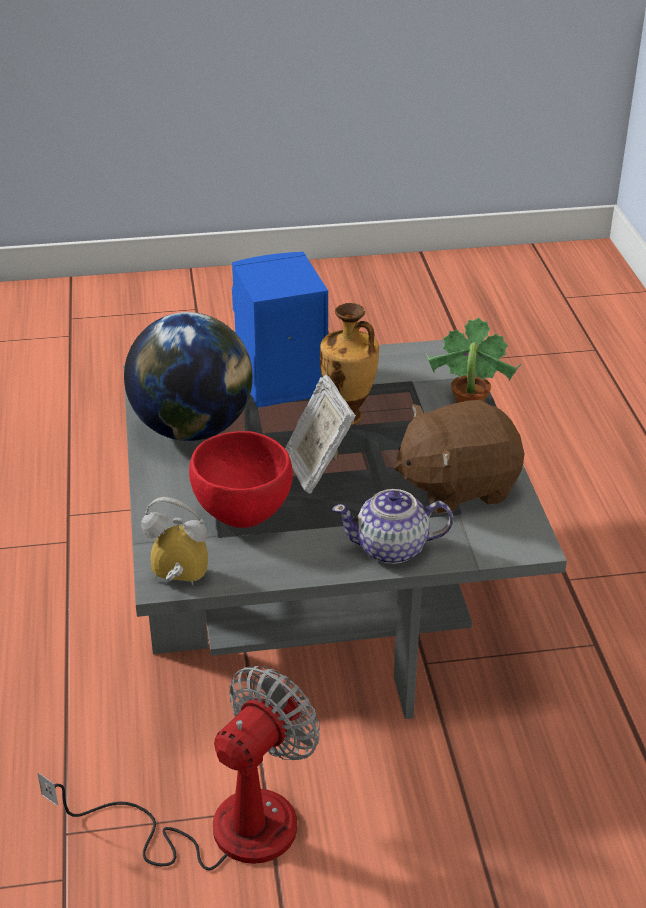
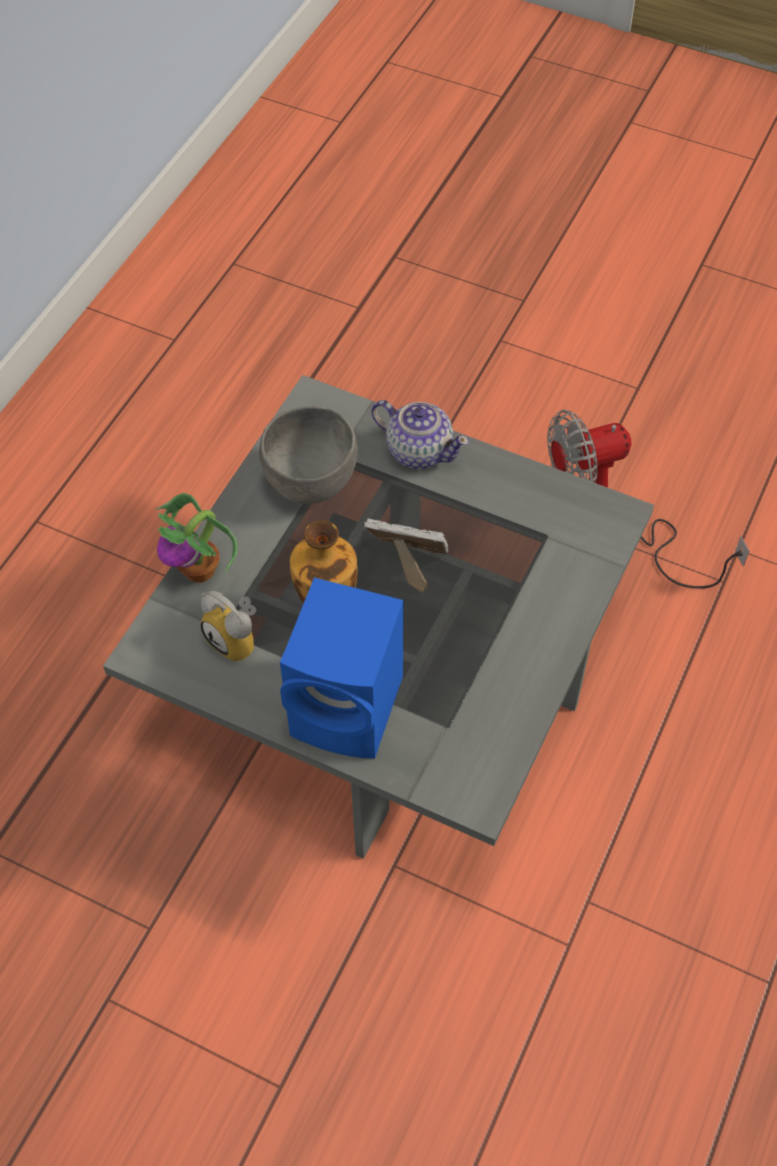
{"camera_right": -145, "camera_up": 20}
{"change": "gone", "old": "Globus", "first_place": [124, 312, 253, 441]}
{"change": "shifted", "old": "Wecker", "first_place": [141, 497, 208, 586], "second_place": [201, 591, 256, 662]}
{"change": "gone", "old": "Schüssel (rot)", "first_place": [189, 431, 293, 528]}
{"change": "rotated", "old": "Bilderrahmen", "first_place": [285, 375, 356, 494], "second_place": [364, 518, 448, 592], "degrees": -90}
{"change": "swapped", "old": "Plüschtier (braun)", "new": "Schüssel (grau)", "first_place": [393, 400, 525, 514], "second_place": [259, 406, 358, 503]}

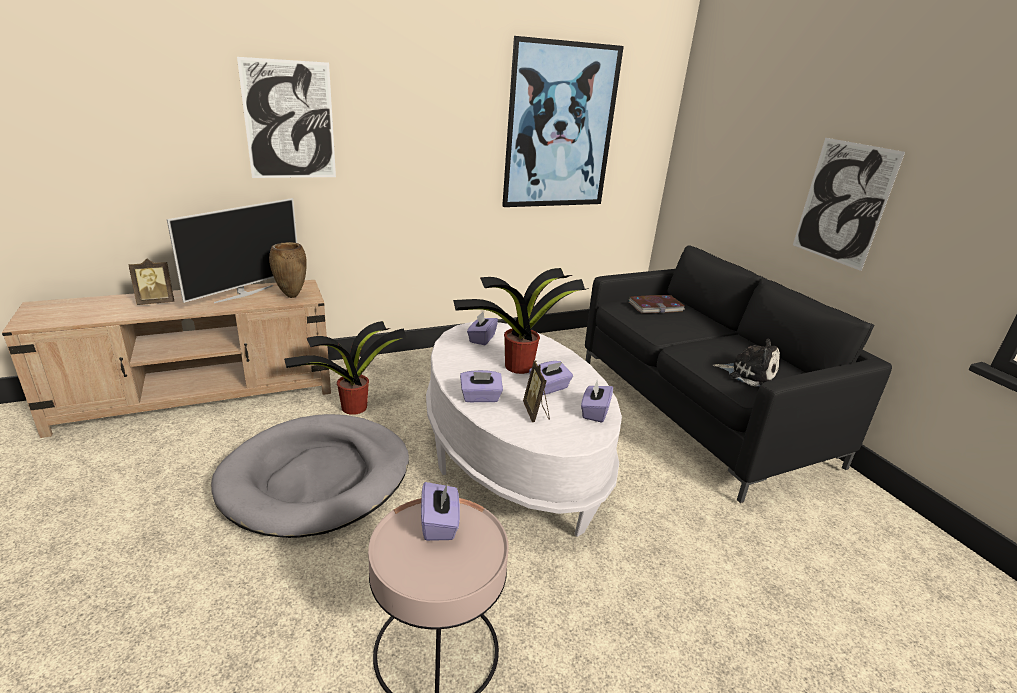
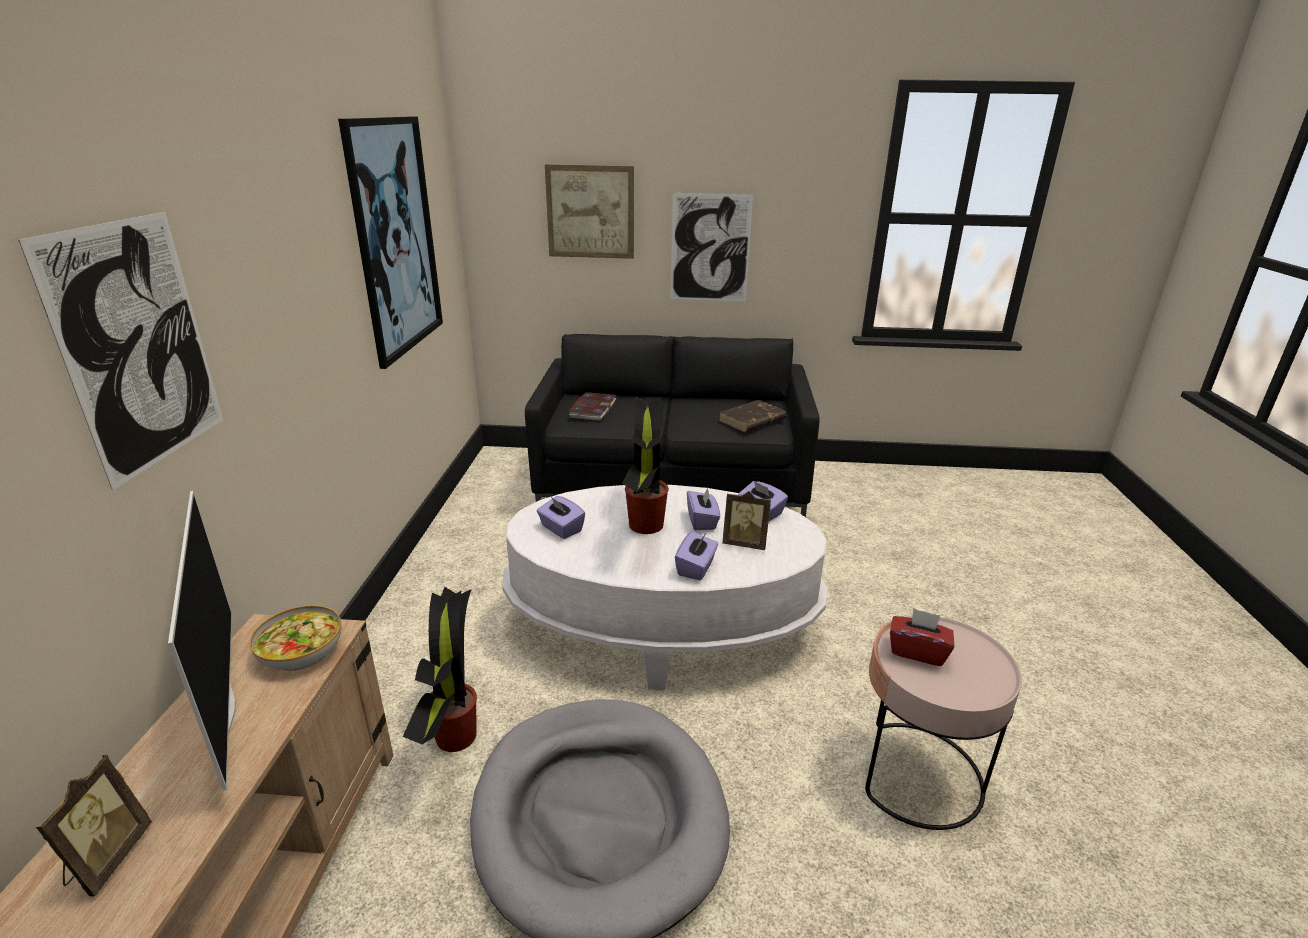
{"camera_right": -60, "camera_up": 0}
{"change": "swapped", "old": "Vase (braun)", "new": "Schüssel", "first_place": [269, 242, 307, 298], "second_place": [250, 605, 341, 671]}
{"change": "repainted", "old": "Taschentuchbox (lila)", "new": "Taschentuchbox (rot)", "first_place": [421, 482, 460, 541], "second_place": [890, 608, 954, 666]}
{"change": "swapped", "old": "Plüschtier", "new": "Buch (braun)", "first_place": [713, 339, 780, 387], "second_place": [718, 400, 787, 432]}
{"change": "new", "new": "Bild", "second_place": [545, 164, 634, 259]}

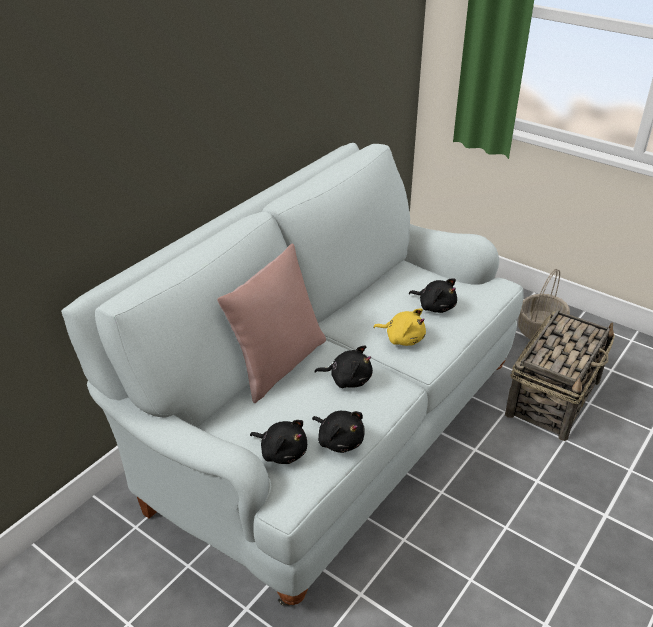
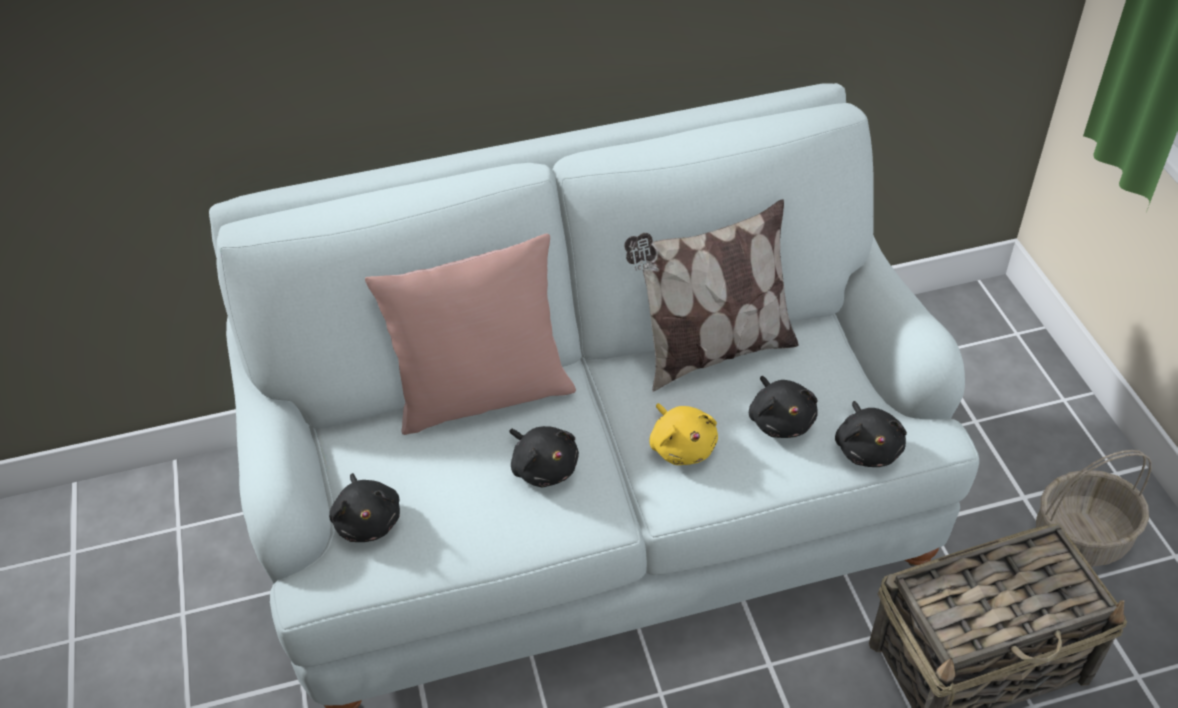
{"camera_right": 40, "camera_up": 10}
{"change": "shifted", "old": "Plüschtier (schwarz)", "first_place": [312, 411, 365, 453], "second_place": [835, 401, 907, 467]}
{"change": "new", "new": "Kissen", "second_place": [624, 199, 799, 392]}

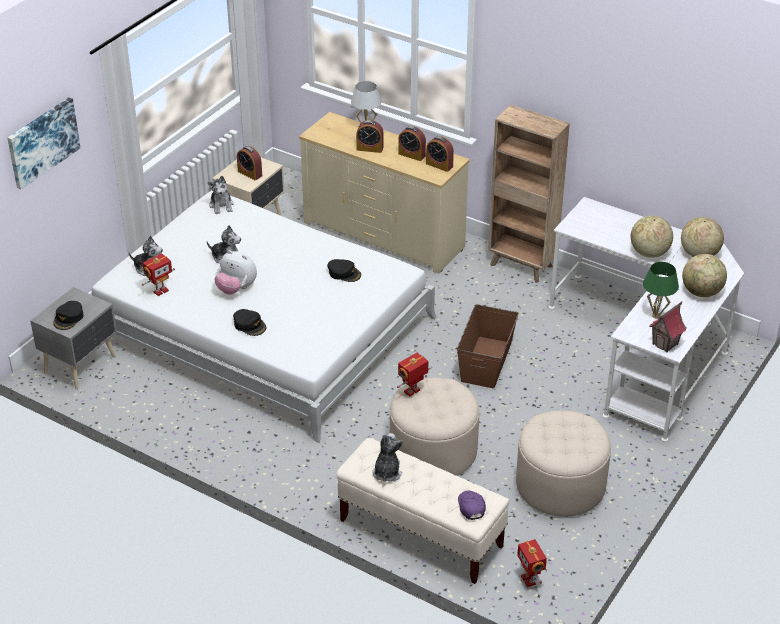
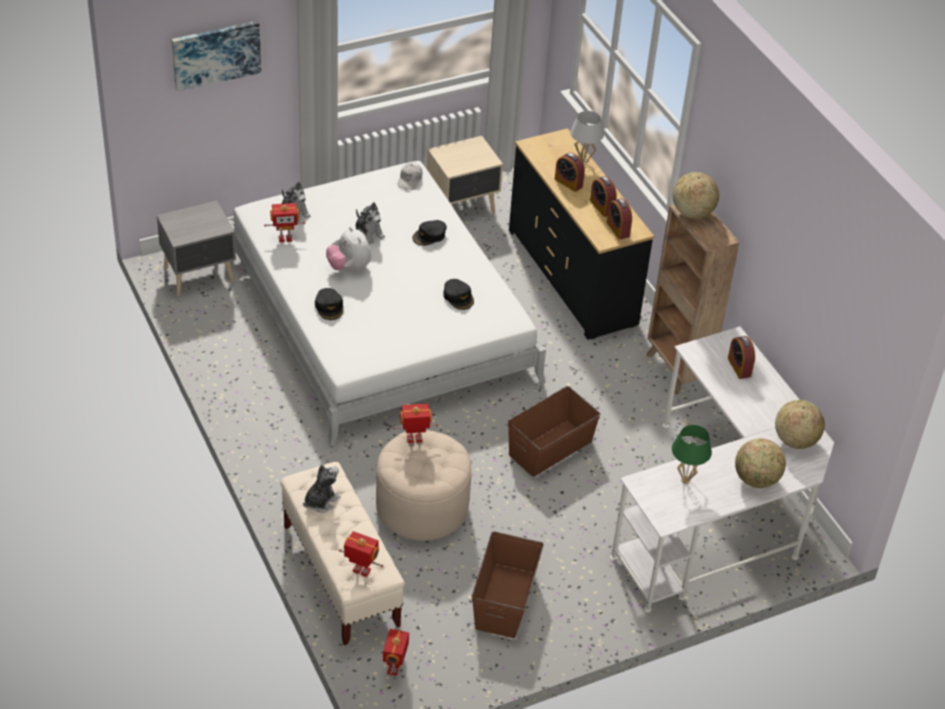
{"camera_right": 30, "camera_up": 5}
{"change": "shifted", "old": "Kappe (schwarz)", "first_place": [53, 301, 84, 330], "second_place": [412, 220, 447, 246]}
{"change": "swapped", "old": "Plüschtier", "new": "Kappe (weiß)", "first_place": [208, 176, 234, 214], "second_place": [397, 163, 422, 190]}
{"change": "shifted", "old": "Wecker", "first_place": [237, 146, 262, 180], "second_place": [728, 336, 755, 379]}
{"change": "repainted", "old": "Kommode (beige)", "new": "Kommode (schwarz)", "first_place": [299, 112, 470, 274], "second_place": [509, 128, 654, 340]}
{"change": "swapped", "old": "Kappe (lila)", "new": "Spielzeugroboter", "first_place": [458, 491, 486, 520], "second_place": [339, 531, 383, 577]}
{"change": "swapped", "old": "Polsterhocker (beige)", "new": "Aufbewahrungsbox (braun)", "first_place": [516, 411, 611, 517], "second_place": [471, 531, 544, 638]}
{"change": "shifted", "old": "Globus", "first_place": [631, 215, 673, 258], "second_place": [673, 172, 719, 219]}
{"change": "gone", "old": "Spielzeughaus", "first_place": [649, 302, 687, 352]}

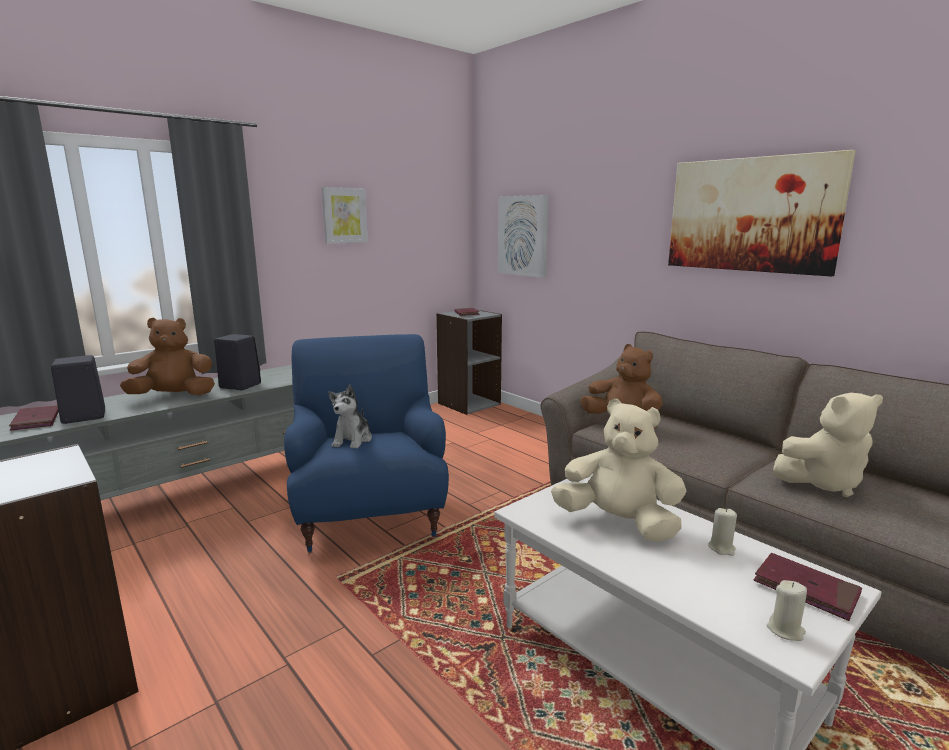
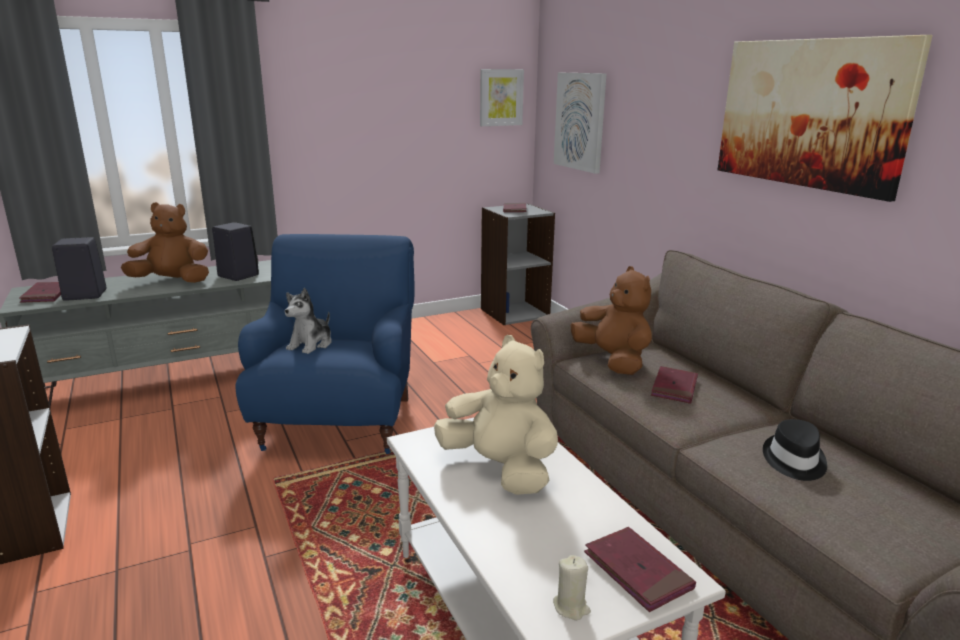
{"camera_right": 15, "camera_up": 5}
{"change": "shifted", "old": "Bild", "first_place": [321, 187, 368, 244], "second_place": [480, 69, 524, 126]}
{"change": "gone", "old": "Kerze (beige)", "first_place": [708, 508, 737, 556]}
{"change": "swapped", "old": "Plüschtier (beige)", "new": "Hut (schwarz)", "first_place": [773, 393, 883, 498], "second_place": [763, 419, 827, 481]}
{"change": "new", "new": "Buch (rot)", "second_place": [651, 366, 698, 403]}

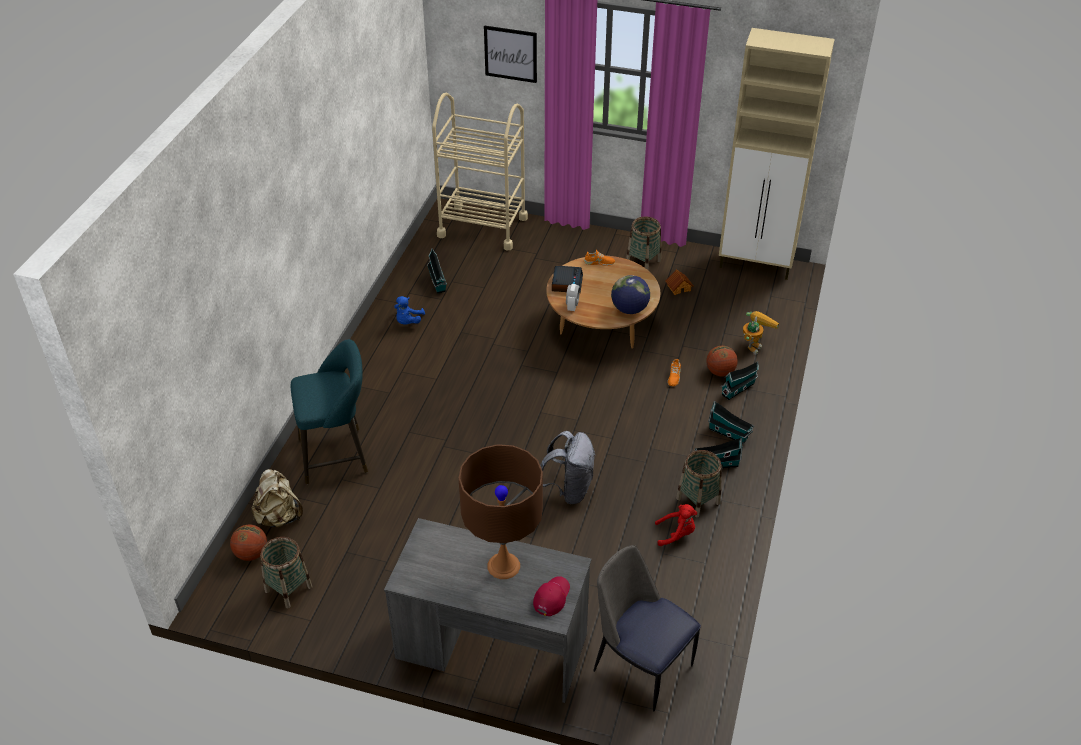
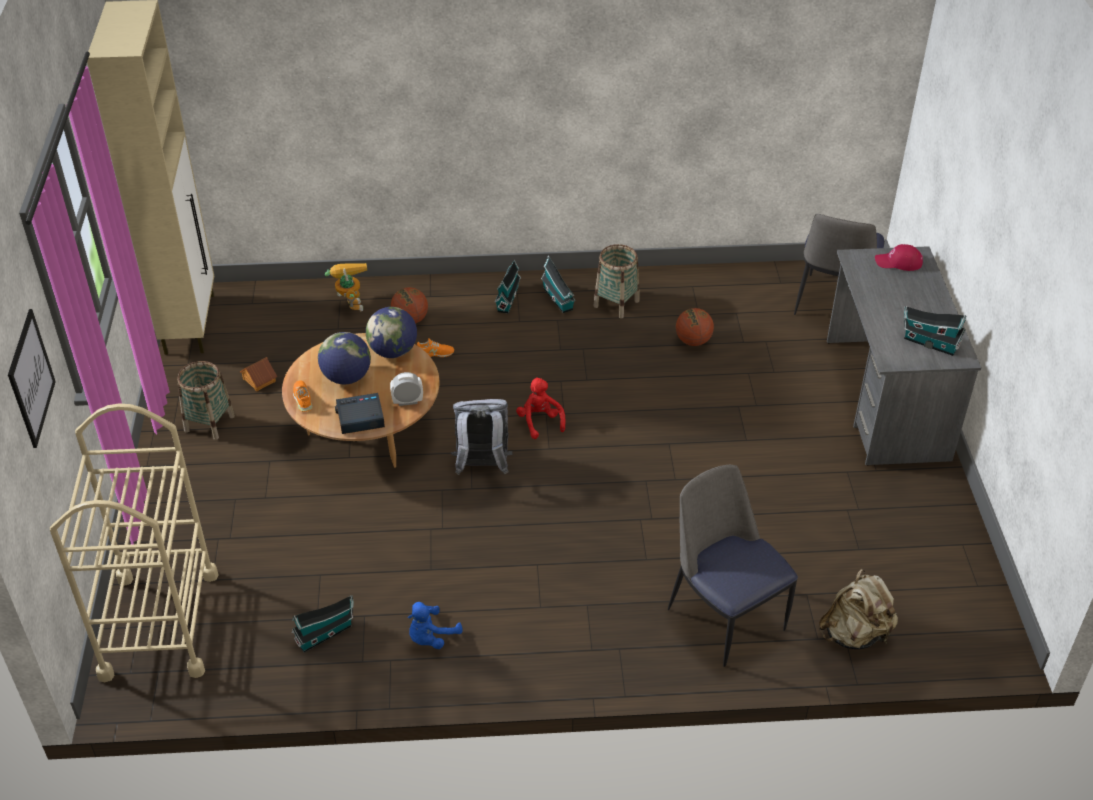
{"camera_right": -110, "camera_up": 0}
{"change": "shifted", "old": "Basketball", "first_place": [230, 525, 267, 561], "second_place": [676, 308, 714, 346]}
{"change": "gone", "old": "Korb", "first_place": [260, 537, 313, 608]}
{"change": "swapped", "old": "Hocker (türkis)", "new": "Stuhl", "first_place": [290, 339, 368, 484], "second_place": [668, 465, 798, 667]}
{"change": "rotated", "old": "Plüschtier (blau)", "first_place": [394, 296, 425, 325], "second_place": [408, 602, 463, 649], "degrees": 135}
{"change": "gone", "old": "Tischlampe (braun)", "first_place": [458, 444, 543, 579]}
{"change": "shifted", "old": "Rucksack (grau)", "first_place": [540, 431, 595, 504], "second_place": [451, 399, 512, 475]}
{"change": "shifted", "old": "Plüschtier (rot)", "first_place": [655, 504, 697, 546], "second_place": [516, 377, 565, 439]}
{"change": "shifted", "old": "Spielzeughaus", "first_place": [721, 361, 759, 400], "second_place": [903, 306, 966, 356]}
{"change": "rotated", "old": "Spielzeugroboter", "first_place": [743, 311, 779, 355], "second_place": [325, 263, 367, 311], "degrees": 60}
{"change": "new", "new": "Globus", "second_place": [318, 332, 371, 385]}

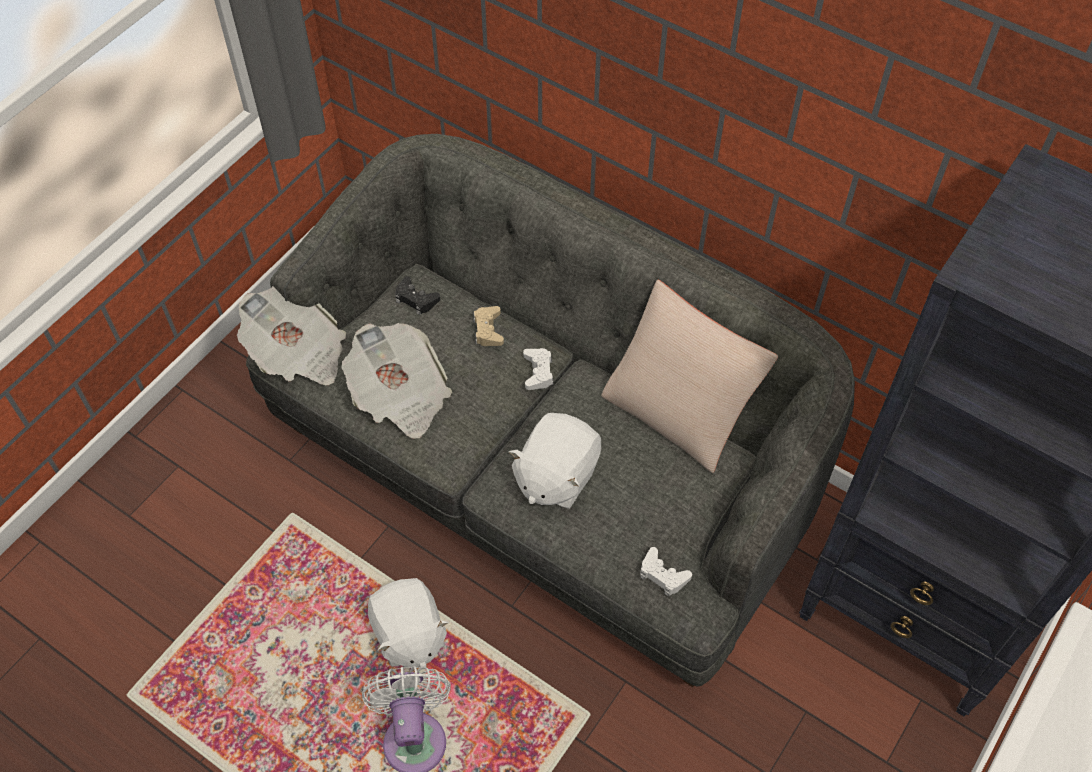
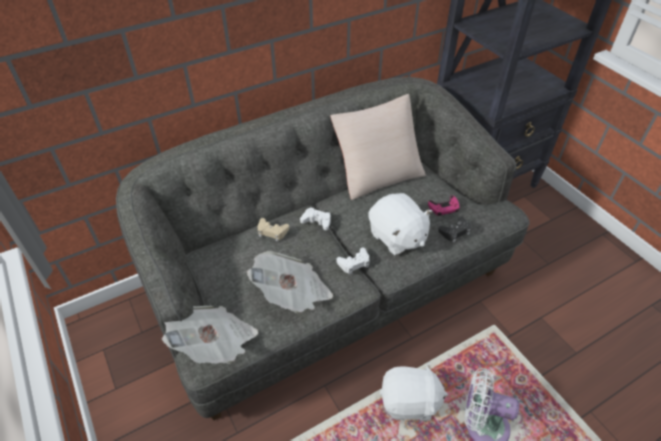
{"camera_right": -65, "camera_up": -10}
{"change": "shifted", "old": "Gamepad (schwarz)", "first_place": [395, 276, 440, 315], "second_place": [438, 217, 471, 242]}
{"change": "shifted", "old": "Gamepad (weiß)", "first_place": [640, 547, 692, 596], "second_place": [336, 248, 370, 275]}
{"change": "new", "new": "Gamepad (rosa)", "second_place": [428, 196, 459, 216]}

